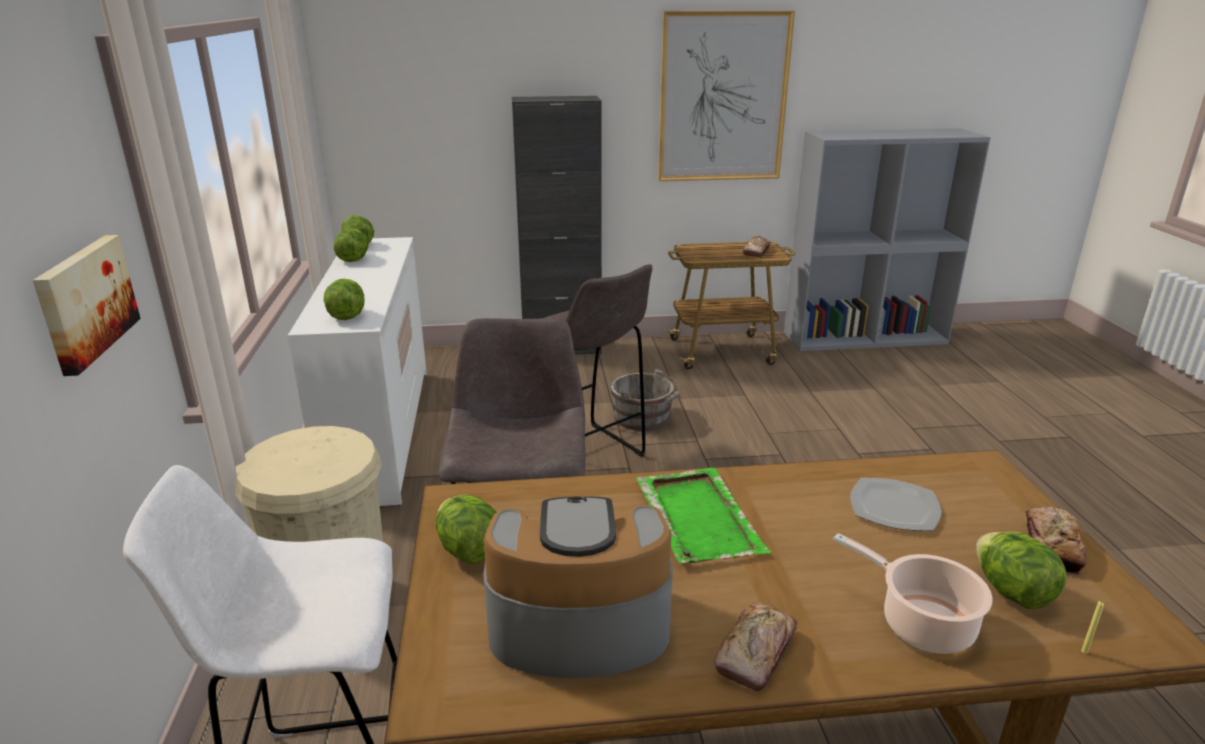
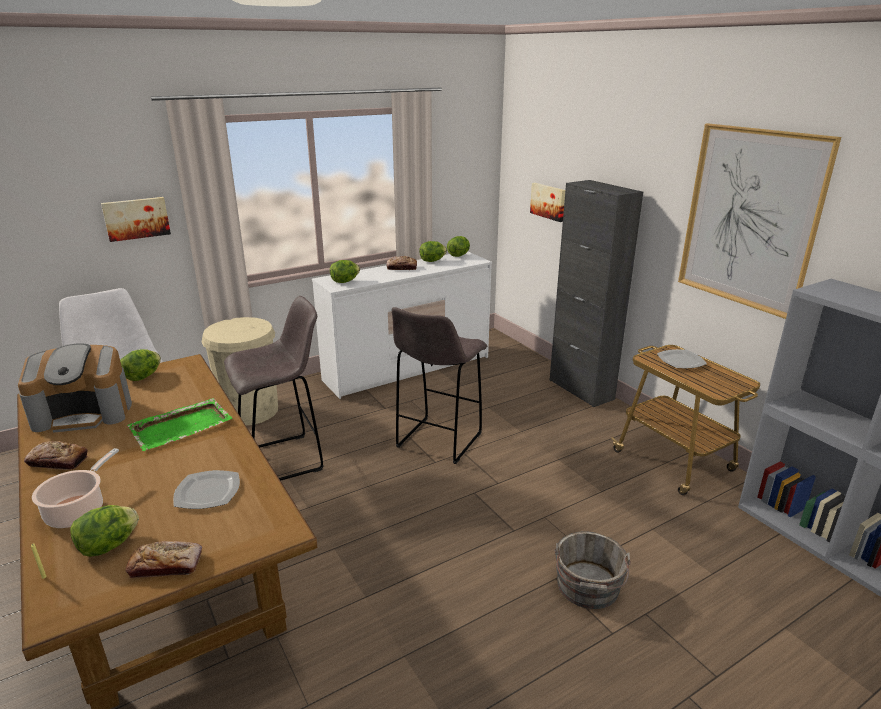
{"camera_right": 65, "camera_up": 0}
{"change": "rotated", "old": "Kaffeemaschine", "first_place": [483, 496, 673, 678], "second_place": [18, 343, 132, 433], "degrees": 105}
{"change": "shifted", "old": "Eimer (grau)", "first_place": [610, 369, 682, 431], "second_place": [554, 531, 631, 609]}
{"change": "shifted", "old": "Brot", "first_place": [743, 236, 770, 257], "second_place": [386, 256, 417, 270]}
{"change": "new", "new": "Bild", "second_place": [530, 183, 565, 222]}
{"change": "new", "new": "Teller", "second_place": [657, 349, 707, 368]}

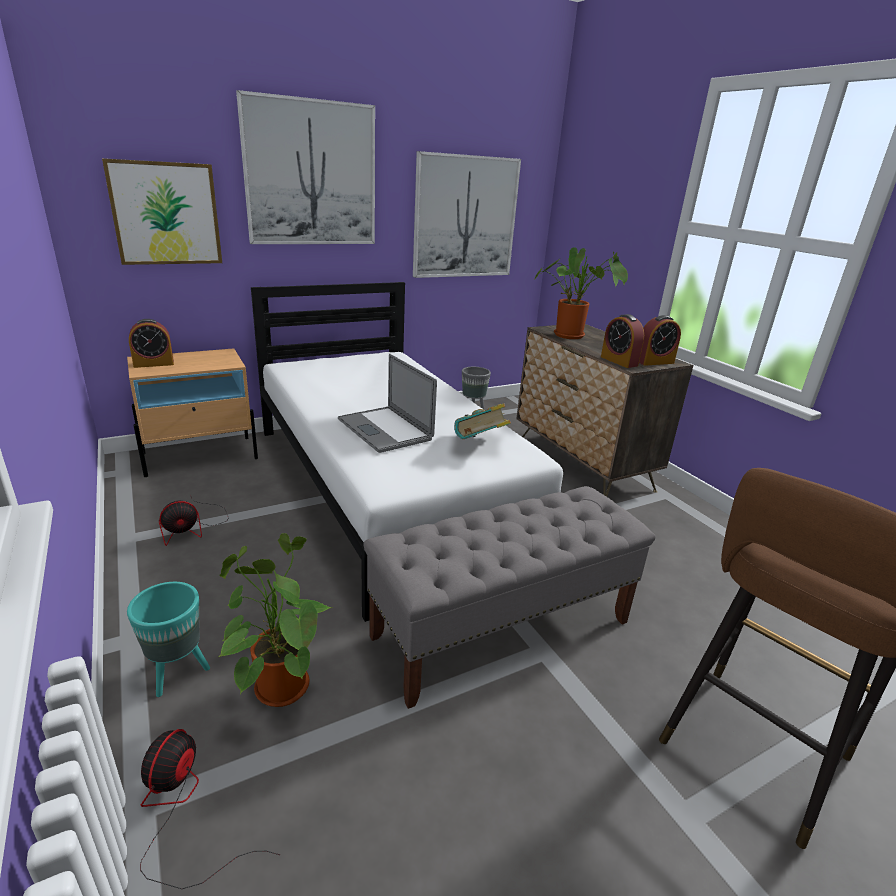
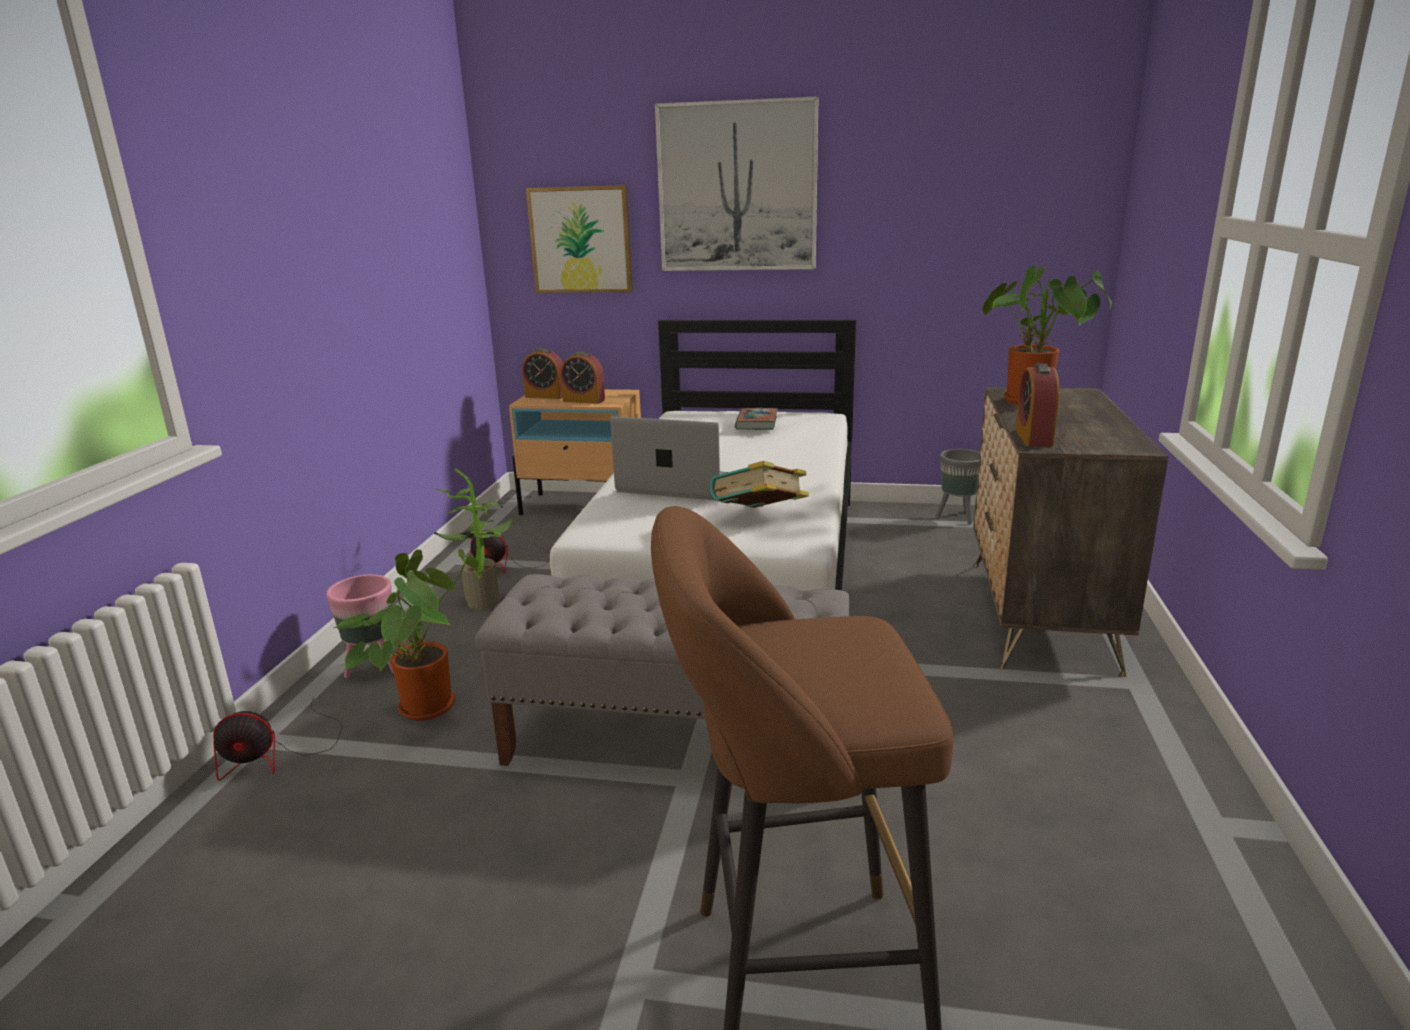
{"camera_right": 40, "camera_up": -5}
{"change": "repainted", "old": "Pflanzkübel (türkis)", "new": "Pflanzkübel (rosa)", "first_place": [127, 582, 210, 697], "second_place": [326, 575, 393, 678]}
{"change": "rotated", "old": "Ventilator", "first_place": [140, 729, 280, 889], "second_place": [213, 698, 342, 781], "degrees": -150}
{"change": "rotated", "old": "Laptop", "first_place": [338, 354, 437, 453], "second_place": [610, 416, 728, 501], "degrees": 105}
{"change": "gone", "old": "Bild", "first_place": [413, 151, 521, 278]}
{"change": "shifted", "old": "Wecker", "first_place": [639, 315, 681, 366], "second_place": [561, 351, 605, 404]}
{"change": "new", "new": "Topfpflanze", "second_place": [434, 468, 514, 609]}
{"change": "new", "new": "Buch", "second_place": [735, 408, 778, 430]}

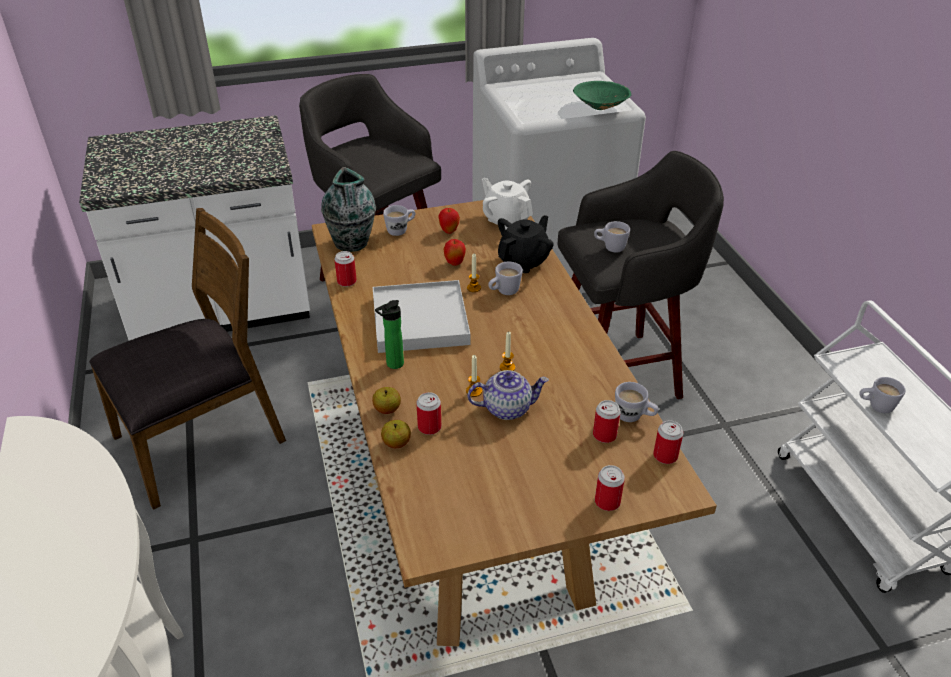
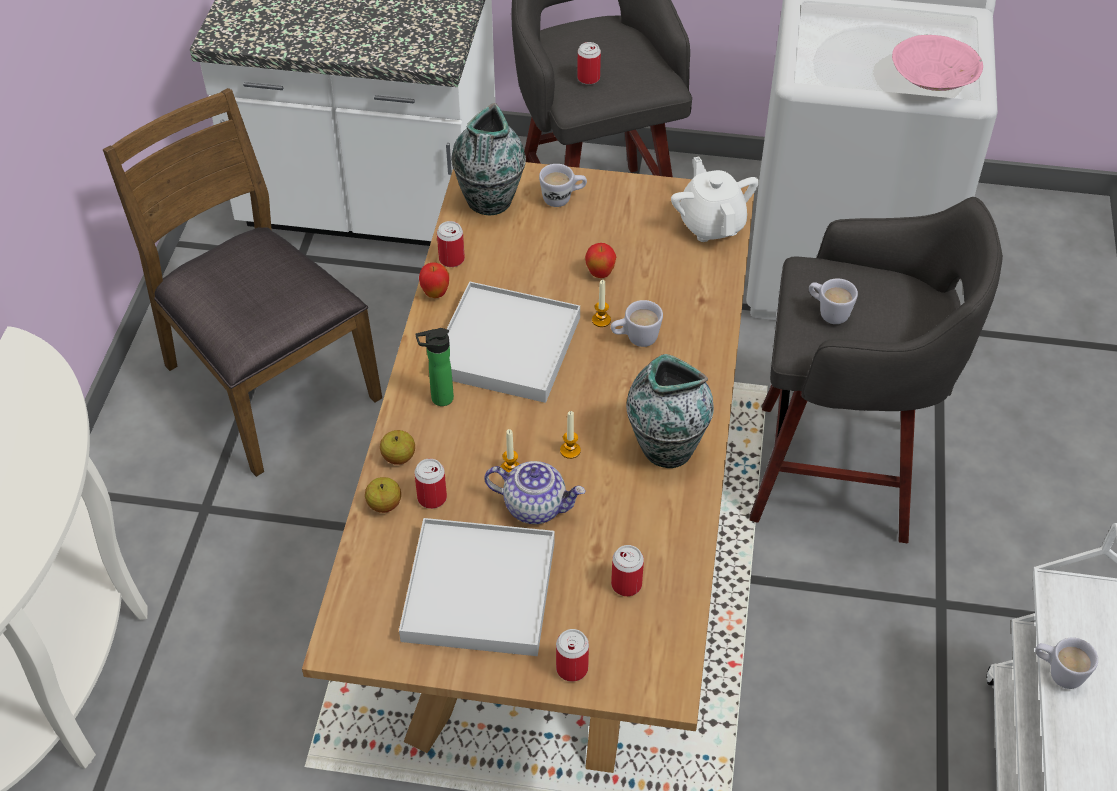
{"camera_right": 25, "camera_up": 10}
{"change": "rotated", "old": "Stuhl (braun)", "first_place": [89, 208, 286, 510], "second_place": [103, 88, 382, 477], "degrees": -120}
{"change": "shifted", "old": "Apfel", "first_place": [438, 208, 460, 234], "second_place": [419, 262, 449, 298]}
{"change": "gone", "old": "Teekanne (schwarz)", "first_place": [498, 215, 554, 273]}
{"change": "repainted", "old": "Schüssel (grün)", "new": "Schüssel (rosa)", "first_place": [573, 81, 631, 110], "second_place": [892, 35, 983, 91]}
{"change": "gone", "old": "Henkelbecher (weiß)", "first_place": [615, 382, 659, 422]}
{"change": "shifted", "old": "Dose", "first_place": [653, 420, 683, 464], "second_place": [577, 42, 601, 85]}
{"change": "new", "new": "Tablett (weiß)", "second_place": [399, 518, 555, 656]}
{"change": "new", "new": "Vase", "second_place": [626, 354, 714, 468]}

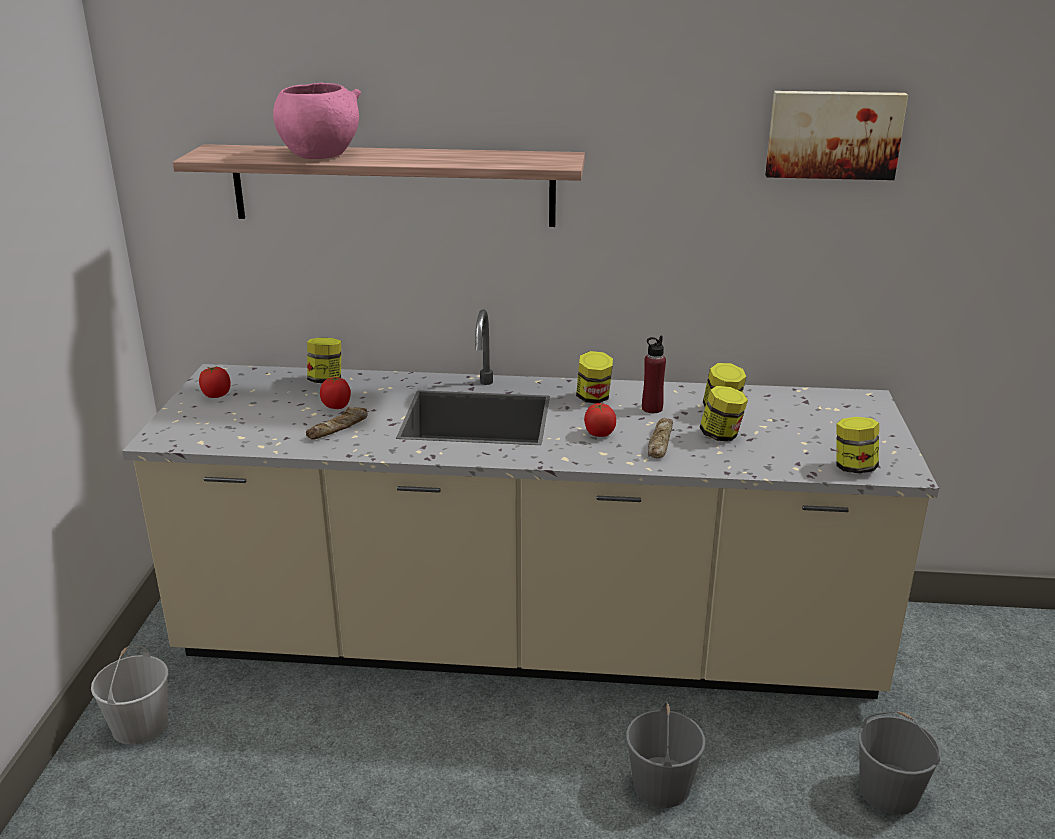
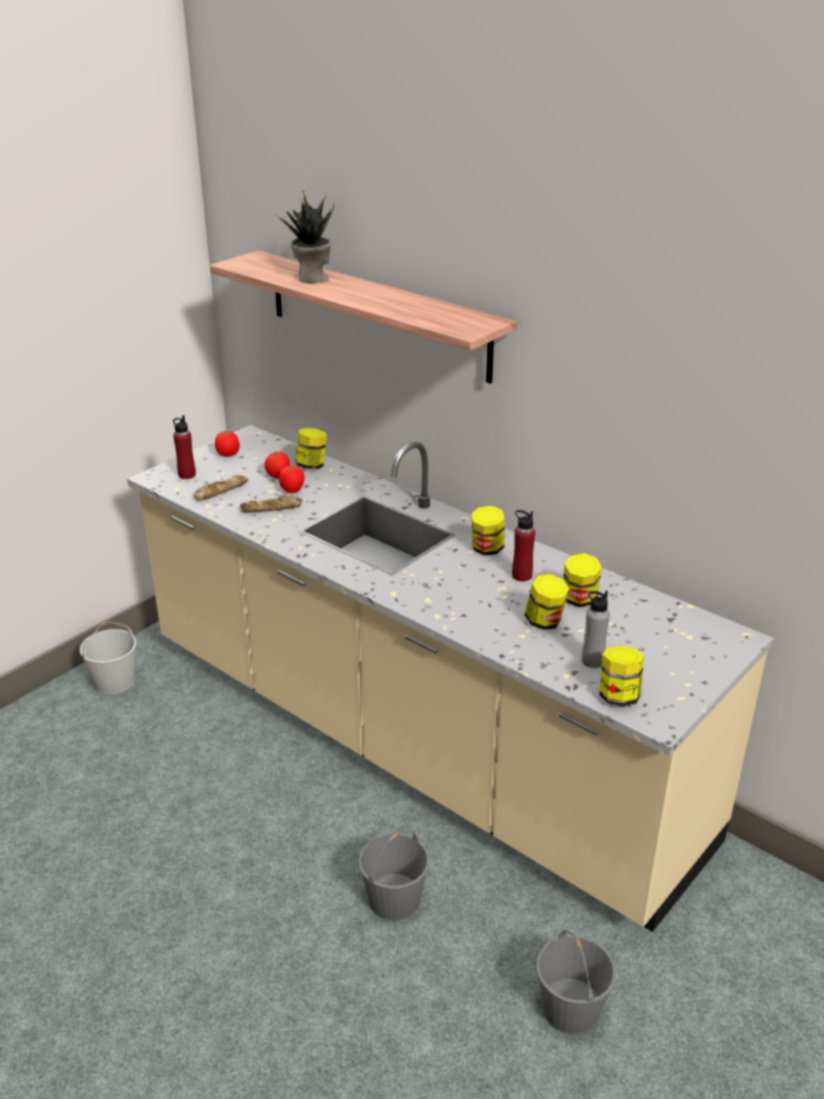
{"camera_right": 35, "camera_up": 5}
{"change": "swapped", "old": "Schüssel (rosa)", "new": "Topfpflanze", "first_place": [273, 82, 361, 159], "second_place": [276, 190, 335, 284]}
{"change": "shifted", "old": "Tomate", "first_place": [584, 403, 616, 437], "second_place": [265, 452, 290, 478]}
{"change": "shifted", "old": "Brot", "first_place": [648, 418, 673, 458], "second_place": [194, 475, 248, 500]}
{"change": "gone", "old": "Bild", "first_place": [765, 91, 908, 180]}
{"change": "new", "new": "Flasche (rot)", "second_place": [173, 415, 196, 479]}
{"change": "new", "new": "Flasche (grau)", "second_place": [582, 591, 610, 668]}

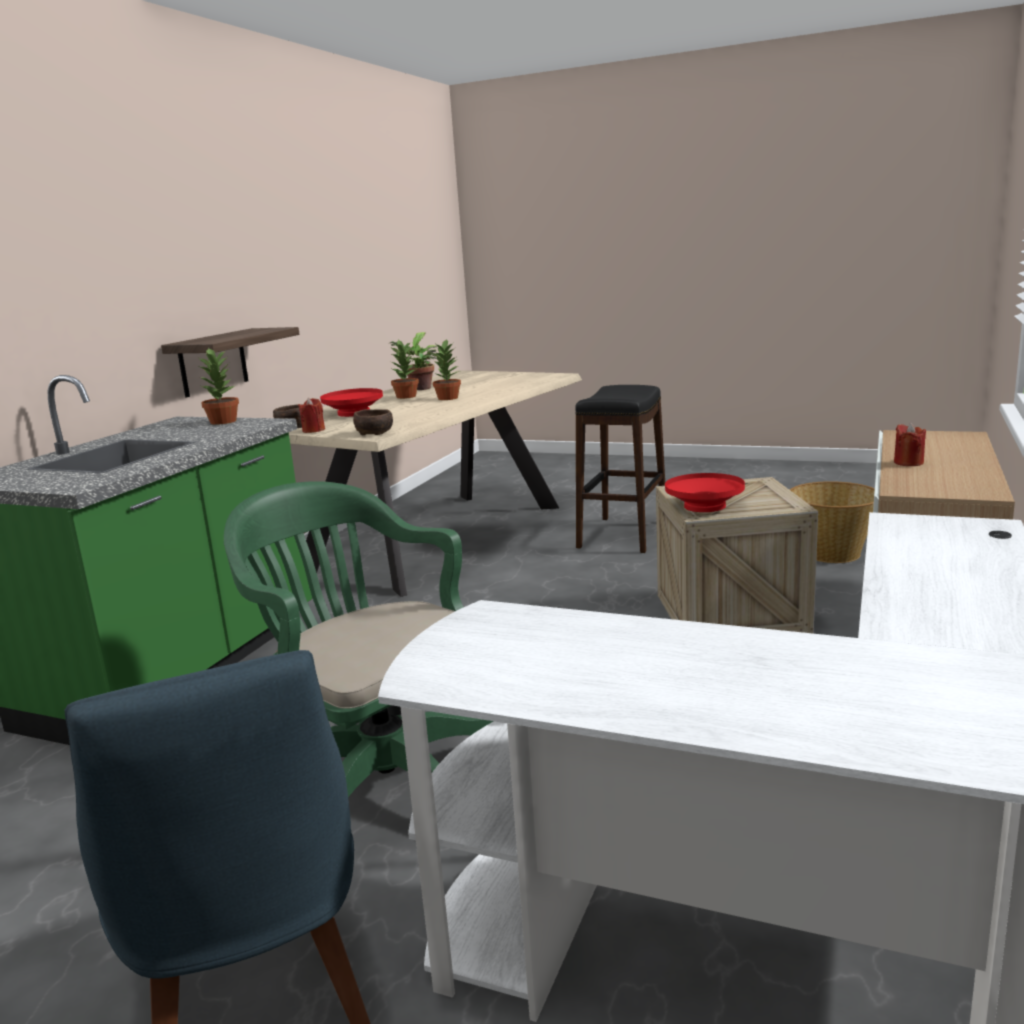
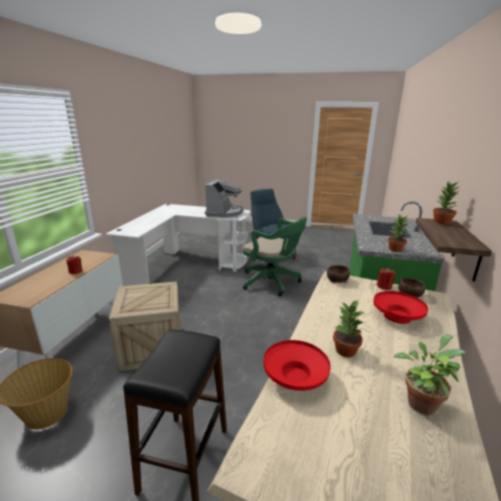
{"camera_right": 170, "camera_up": 5}
{"change": "shifted", "old": "Topfpflanze", "first_place": [390, 339, 419, 399], "second_place": [433, 181, 459, 225]}
{"change": "shifted", "old": "Schüssel (rot)", "first_place": [665, 473, 745, 512], "second_place": [263, 340, 331, 391]}
{"change": "new", "new": "Kaffeemaschine", "second_place": [205, 179, 243, 218]}

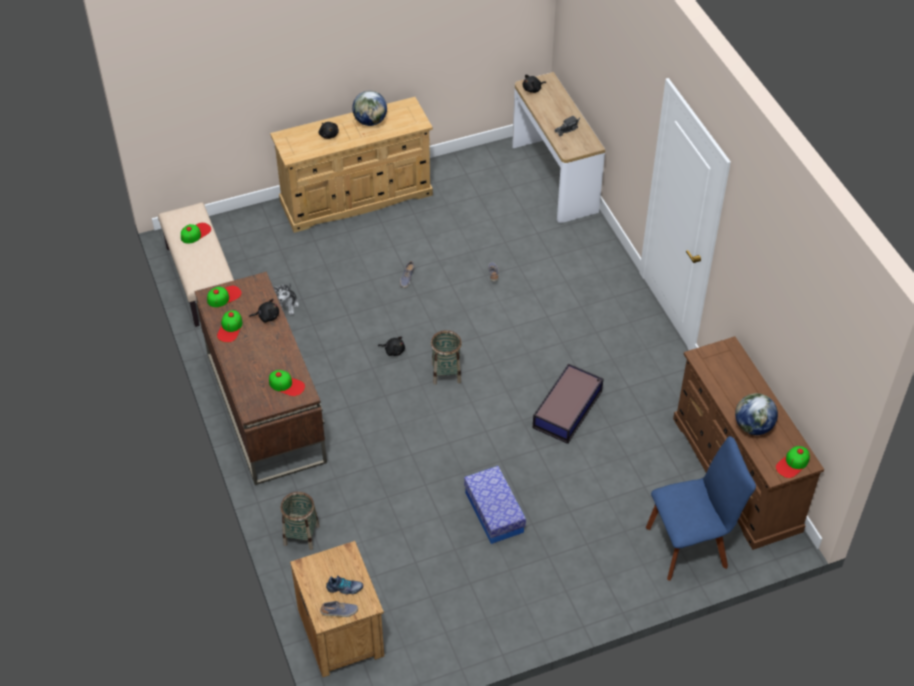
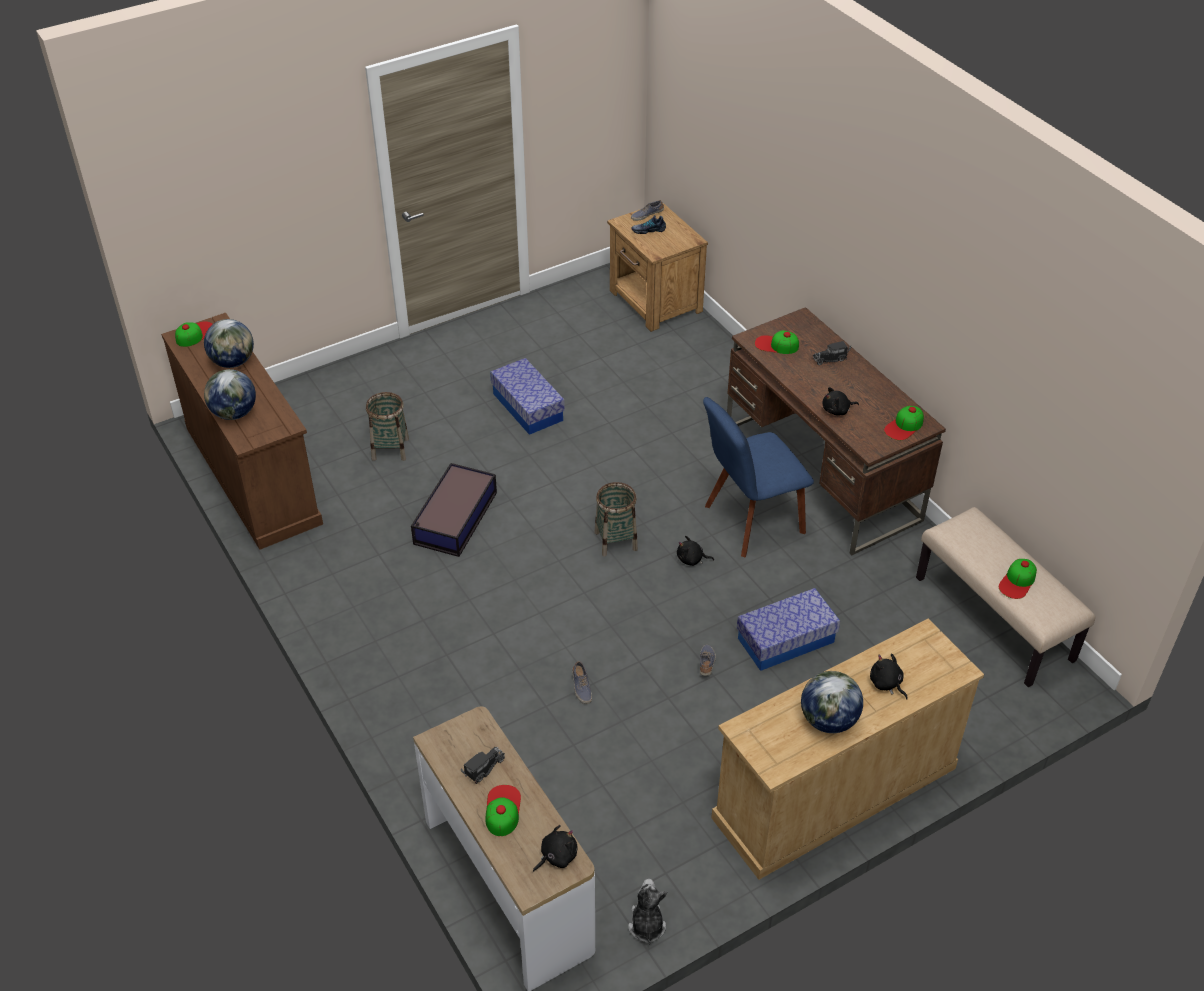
{"camera_right": 170, "camera_up": -5}
{"change": "shifted", "old": "Kappe", "first_place": [217, 310, 242, 343], "second_place": [485, 785, 521, 836]}
{"change": "shifted", "old": "Plüschtier", "first_place": [273, 284, 299, 315], "second_place": [628, 879, 667, 945]}
{"change": "shifted", "old": "Korb", "first_place": [280, 492, 320, 550], "second_place": [366, 392, 409, 461]}
{"change": "shifted", "old": "Stuhl (blau)", "first_place": [646, 436, 756, 581], "second_place": [703, 397, 814, 557]}
{"change": "new", "new": "Globus", "second_place": [204, 369, 256, 420]}
{"change": "new", "new": "Aufbewahrungsbox", "second_place": [737, 588, 840, 671]}
{"change": "new", "new": "Spielzeuglaster", "second_place": [813, 341, 852, 365]}

